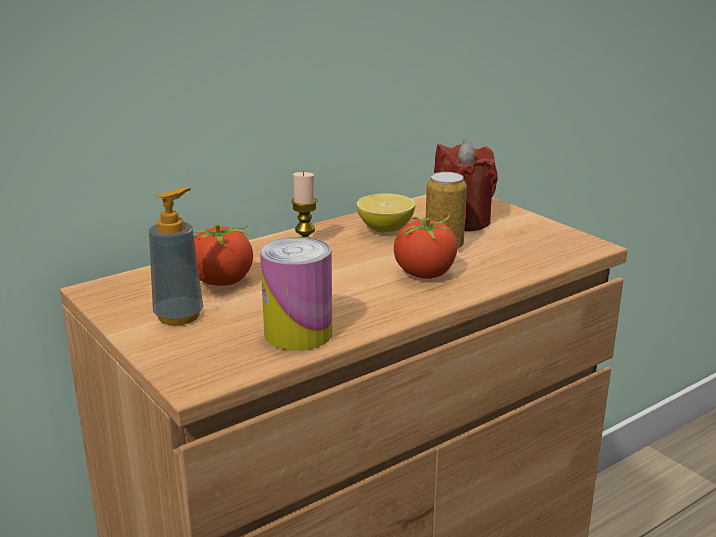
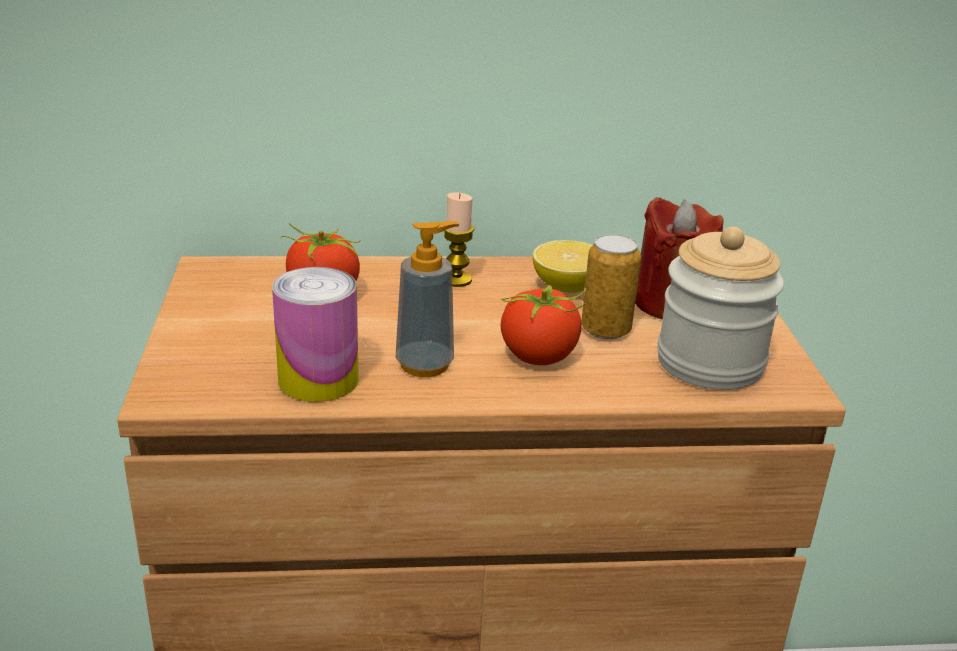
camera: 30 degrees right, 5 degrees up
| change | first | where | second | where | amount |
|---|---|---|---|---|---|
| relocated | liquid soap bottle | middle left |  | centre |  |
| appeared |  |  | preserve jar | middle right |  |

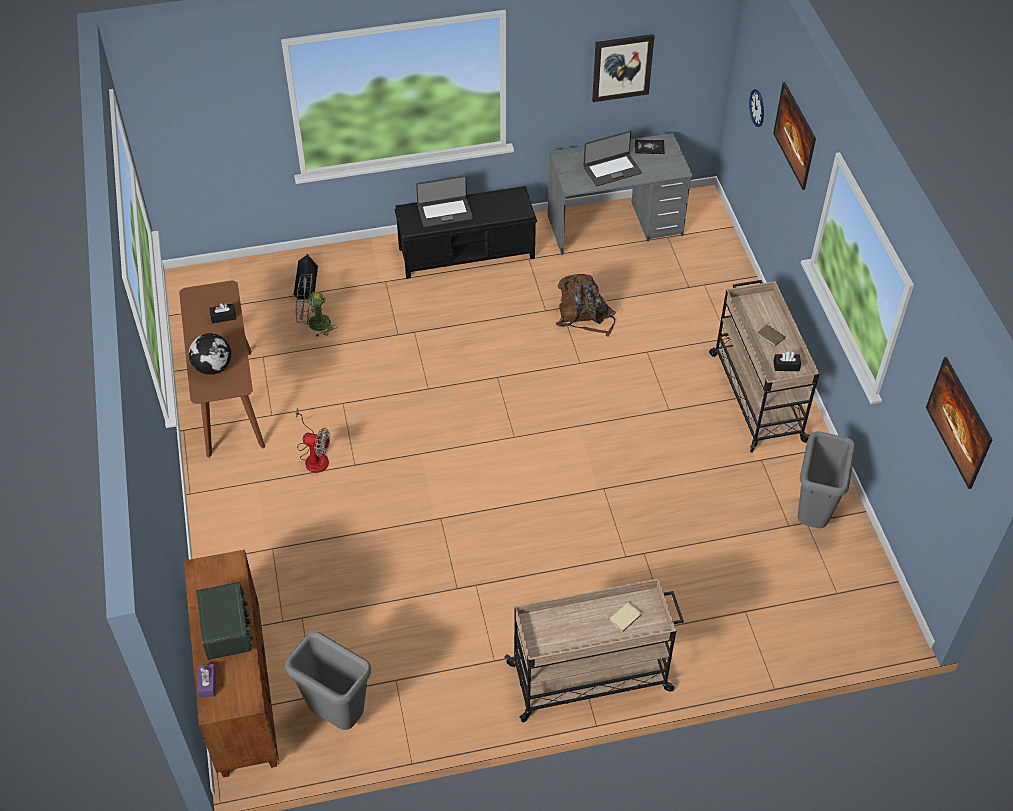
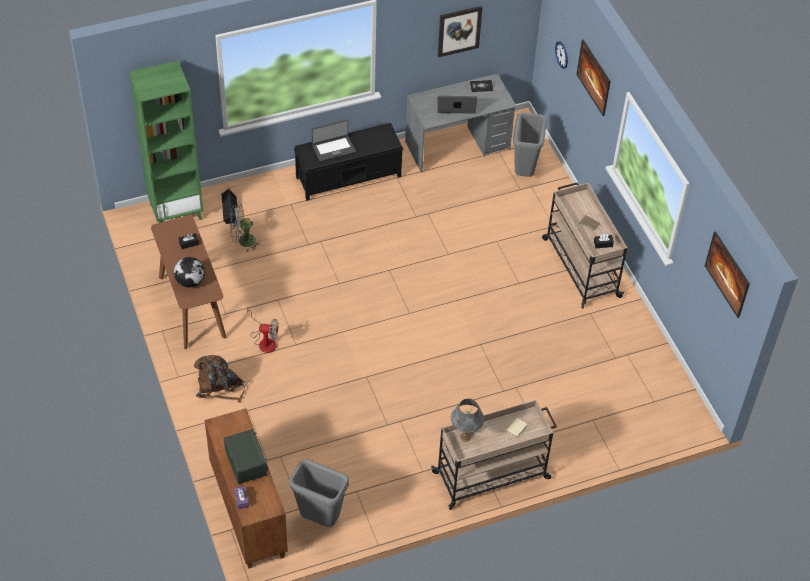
camera: 10 degrees left, 0 degrees up
| change | first | where | second | where | amount |
|---|---|---|---|---|---|
| appeared |  |  | green shelving unit | top left |  |
| relocated | brown backpack | centre |  | middle left |  |
| spun | laptop (no. 2 from left) | top centre |  | top centre | 150 degrees counterclockwise |
| appeared |  |  | gray tabletop lamp | bottom centre |  |
| relocated | gray rubbish bin (no. 2 from left) | middle right |  | top centre |  |

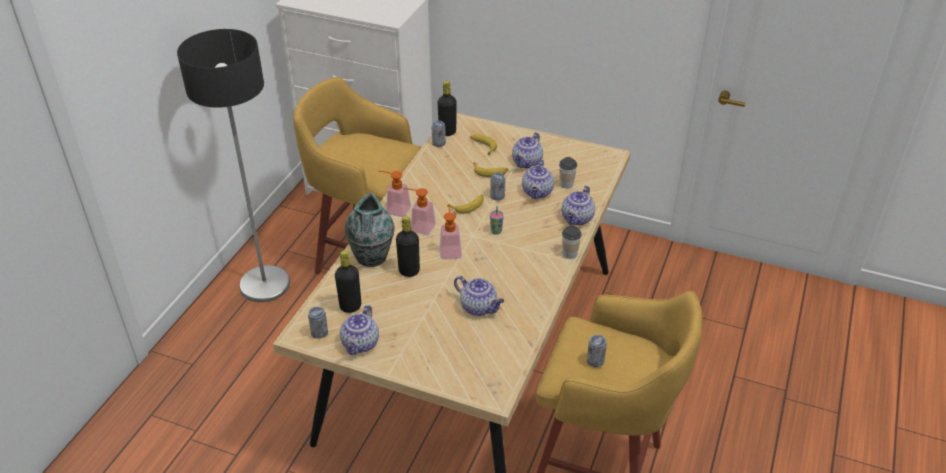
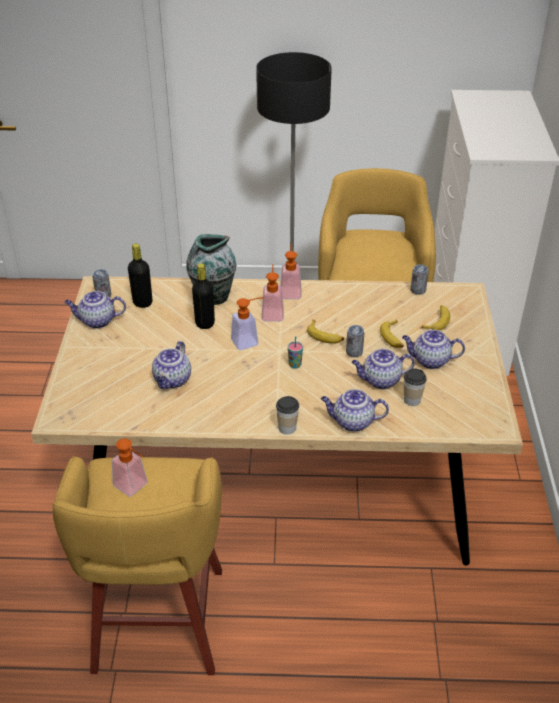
camera: 70 degrees right, 0 degrees up
| change | first | where | second | where | amount |
|---|---|---|---|---|---|
| exchanged | sealed can (no. 4 from left) | bottom centre | liquid soap bottle (no. 1 from left) | middle left |  |
| missing | black-coloured bottle (no. 3 from left) | top centre |  |  |  |

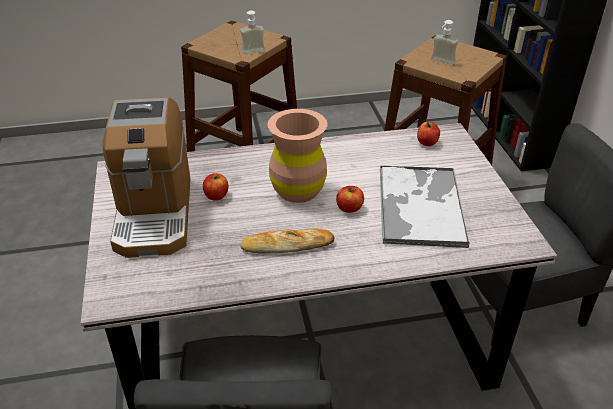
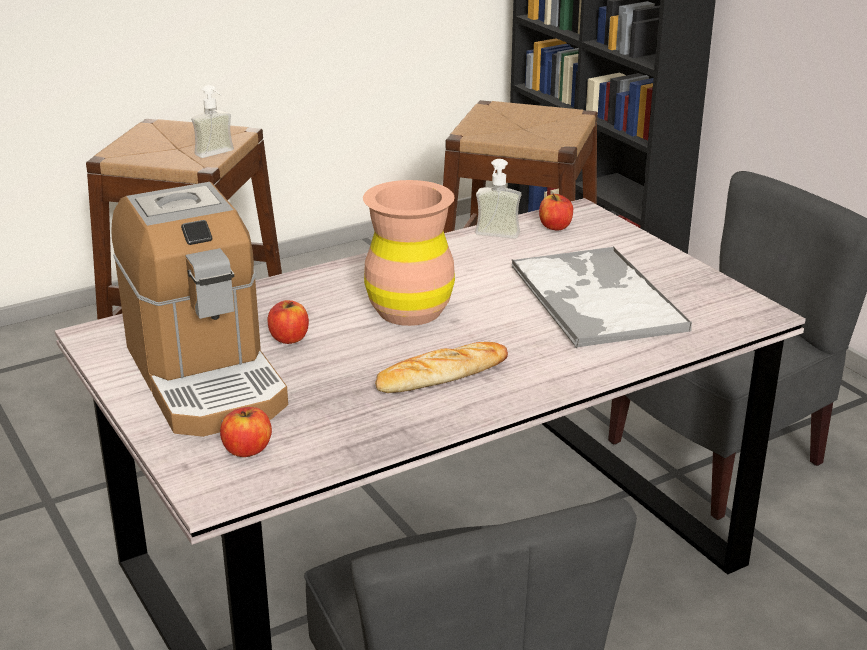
camera: 20 degrees left, 10 degrees down
| change | first | where | second | where | amount |
|---|---|---|---|---|---|
| relocated | apple (no. 2 from left in the first image) | centre | apple (no. 1 from left) | middle left |  |
| relocated | liquid soap bottle (no. 2 from left) | top right |  | top centre |  |

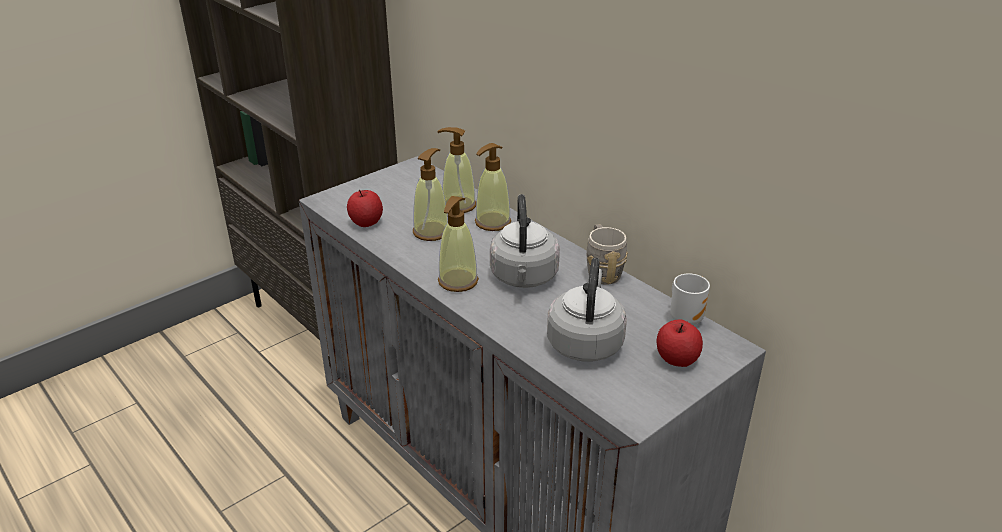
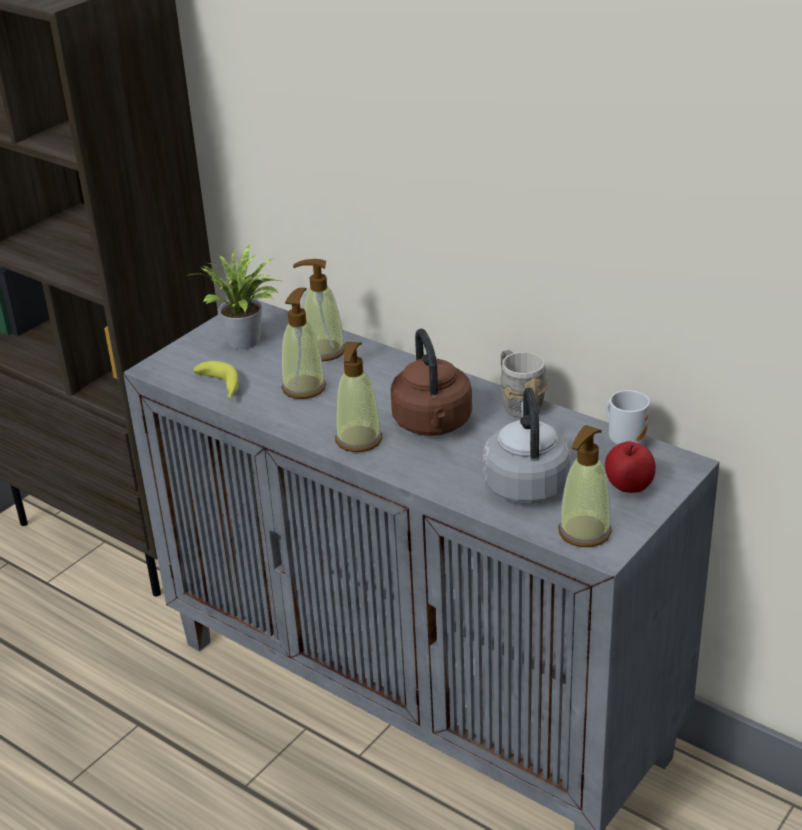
camera: 10 degrees left, 0 degrees up
| change | first | where | second | where | amount |
|---|---|---|---|---|---|
| appeared |  |  | potted plant | middle left |  |
| exchanged | apple (no. 1 from left) | centre | whole banana | middle left |  |
| colour | gray tea kettle (no. 1 from left) | centre | brown tea kettle | centre |  |
| relocated | liquid soap bottle (no. 4 from left) | centre |  | middle right |  |

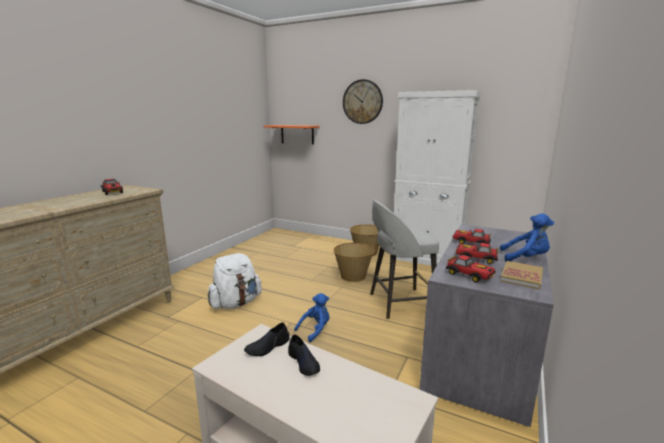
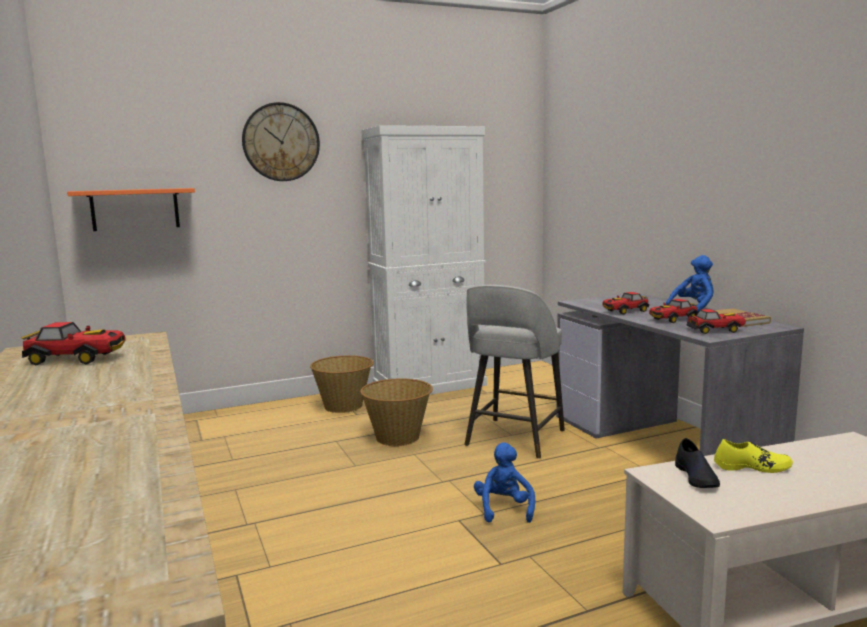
camera: 50 degrees left, 5 degrees down
| change | first | where | second | where | amount |
|---|---|---|---|---|---|
| colour | black-coloured low shoe (no. 2 from left) | bottom centre | yellowish low shoe | bottom right |  |
| missing | white-coloured backpack | centre |  |  |  |

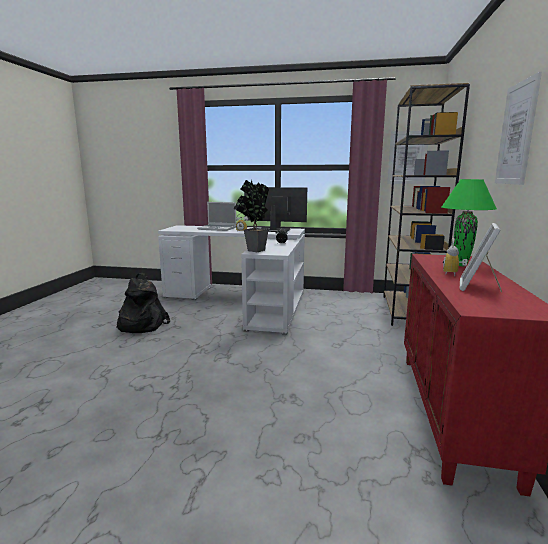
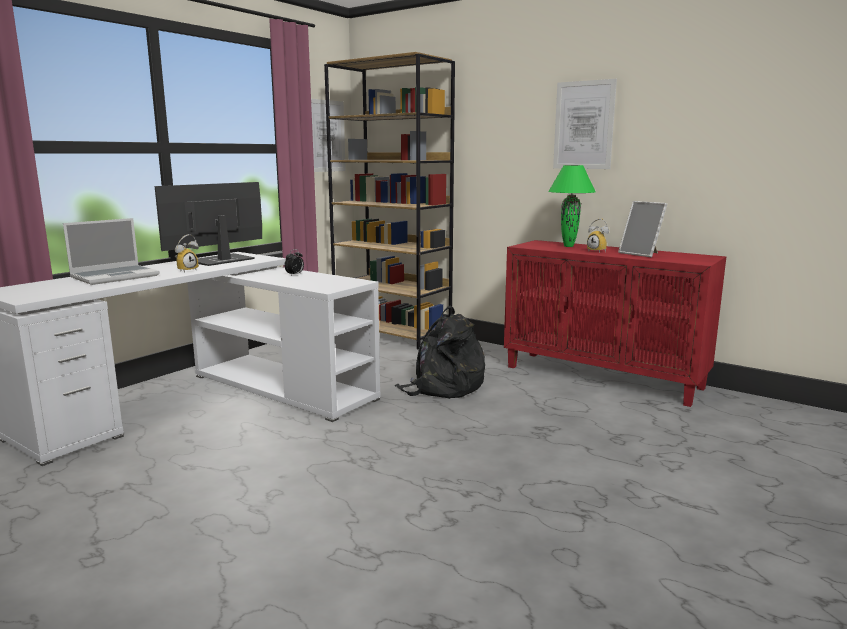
camera: 65 degrees left, 0 degrees up
| change | first | where | second | where | amount |
|---|---|---|---|---|---|
| relocated | black-coloured backpack | middle left |  | centre |  |
| missing | potted plant | centre |  |  |  |

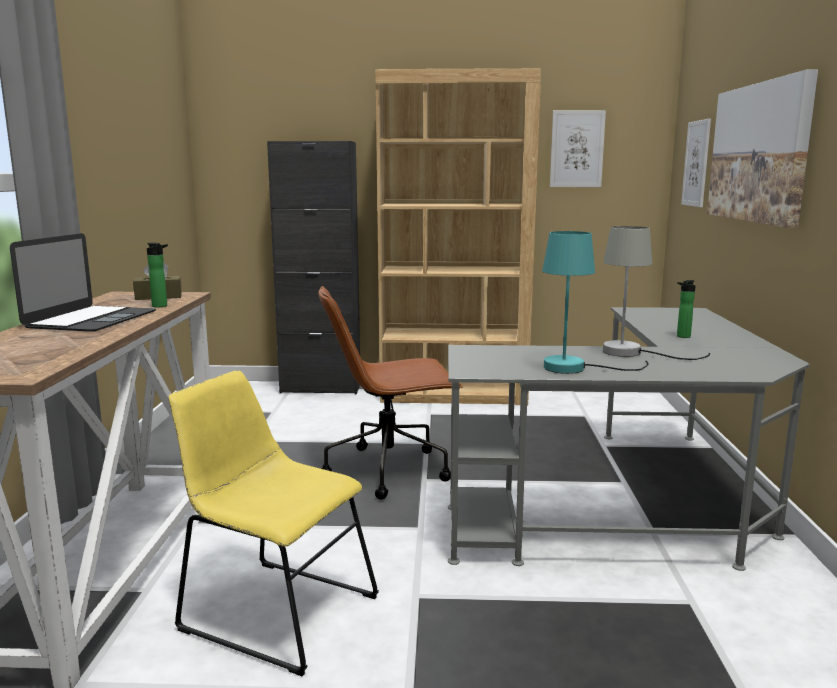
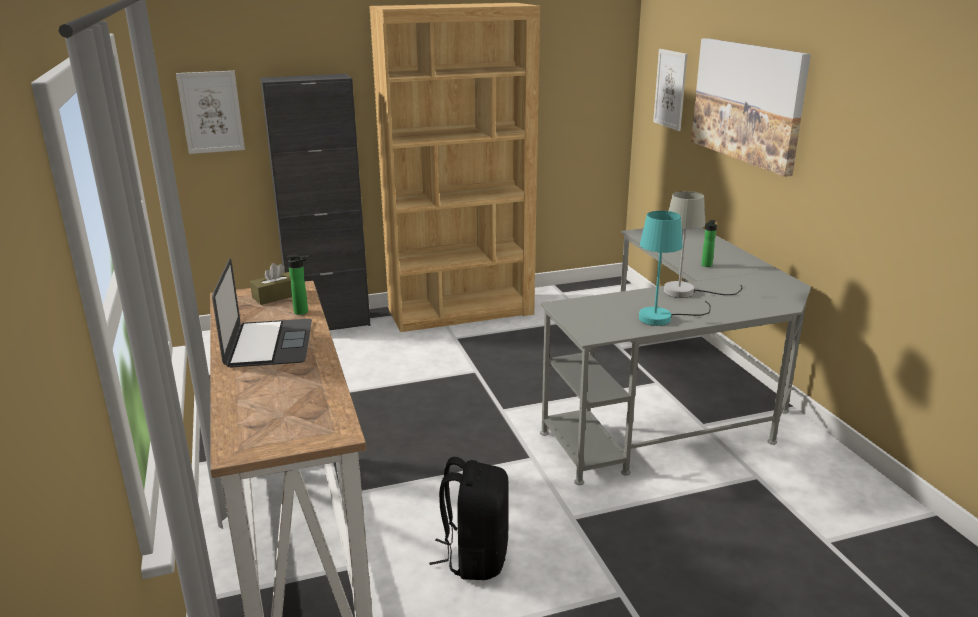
camera: 20 degrees left, 10 degrees up
| change | first | where | second | where | amount |
|---|---|---|---|---|---|
| relocated | picture (no. 1 from left) | top right |  | top left |  |
| exchanged | yellowish chair | bottom left | black-coloured backpack | bottom centre |  |
| missing | brown computer chair | centre |  |  |  |

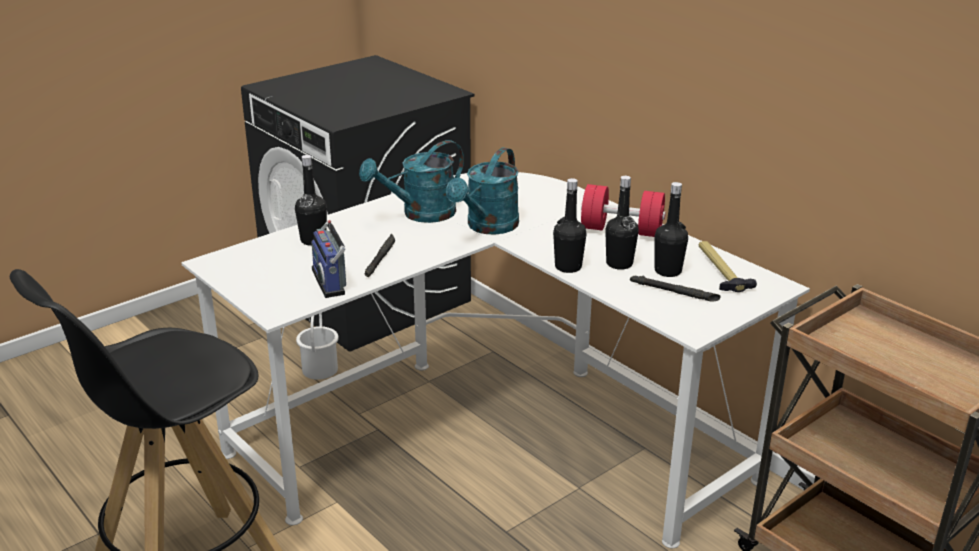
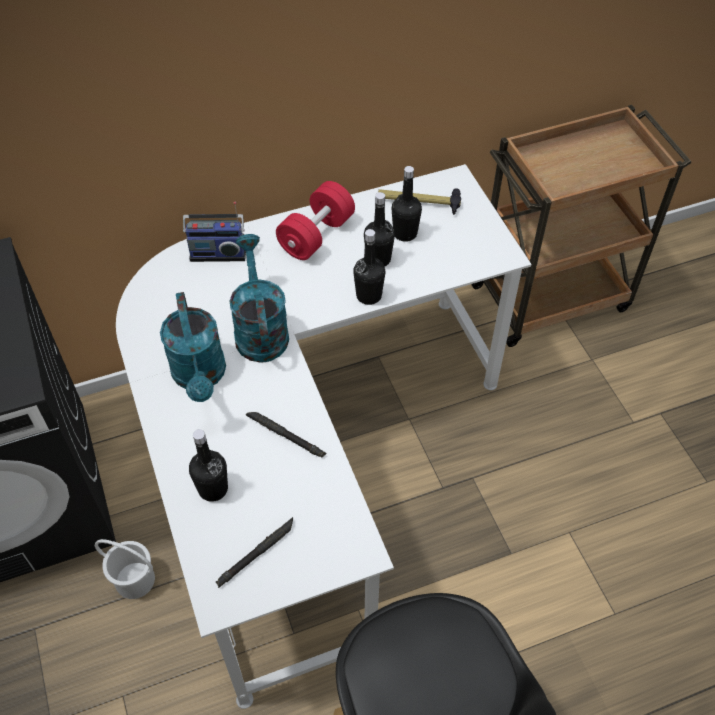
camera: 70 degrees left, 25 degrees up
| change | first | where | second | where | amount |
|---|---|---|---|---|---|
| relocated | radio set | centre |  | top left |  |
| relocated | black-coloured hand torch (no. 2 from left in the first image) | middle right | black-coloured hand torch (no. 1 from left) | bottom centre |  |
| spun | blue-green watering can (no. 2 from left) | centre |  | centre | 150 degrees counterclockwise |

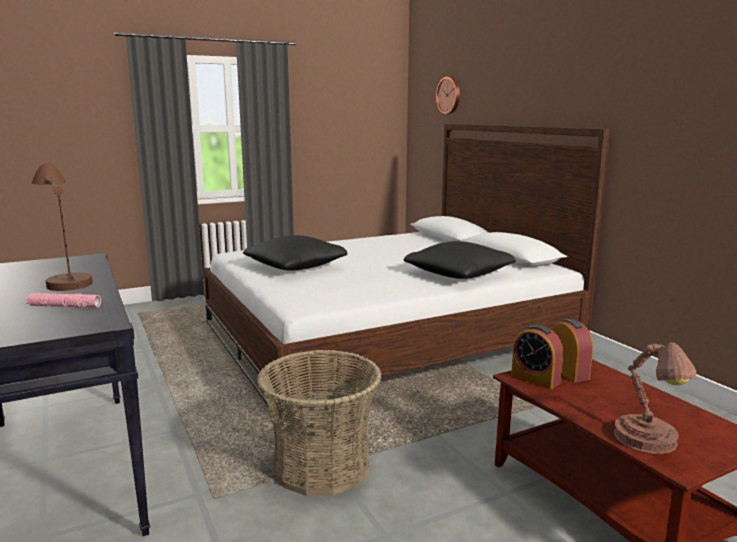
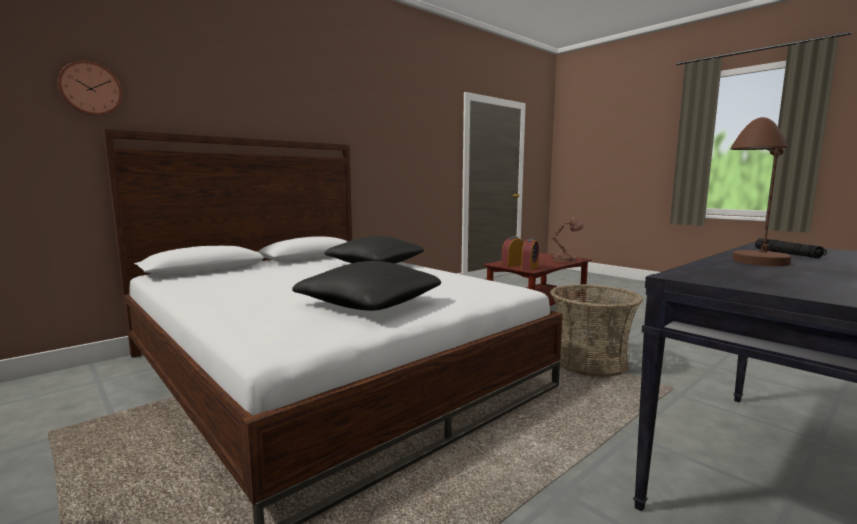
camera: 105 degrees left, 5 degrees down
| change | first | where | second | where | amount |
|---|---|---|---|---|---|
| colour | pinkish hand torch | middle left | black-coloured hand torch | middle right |  |

